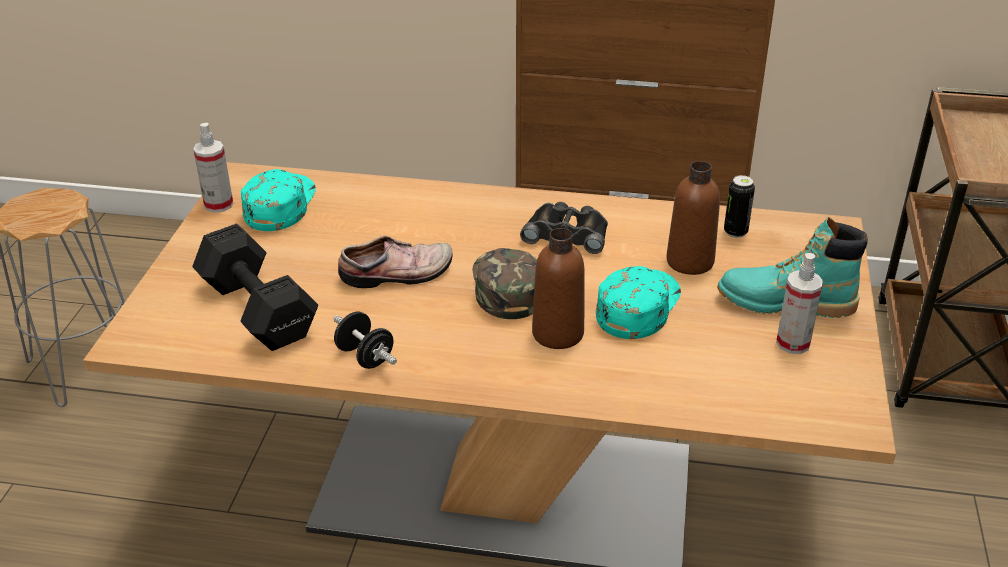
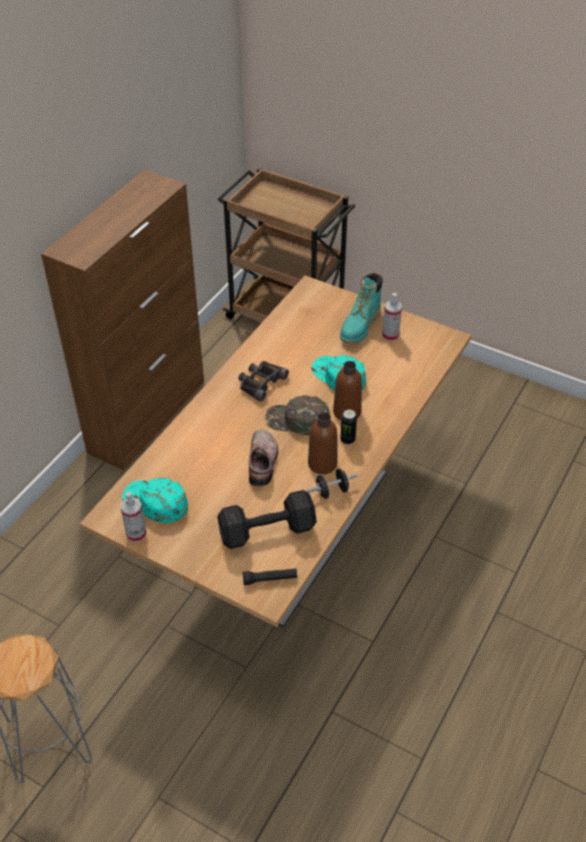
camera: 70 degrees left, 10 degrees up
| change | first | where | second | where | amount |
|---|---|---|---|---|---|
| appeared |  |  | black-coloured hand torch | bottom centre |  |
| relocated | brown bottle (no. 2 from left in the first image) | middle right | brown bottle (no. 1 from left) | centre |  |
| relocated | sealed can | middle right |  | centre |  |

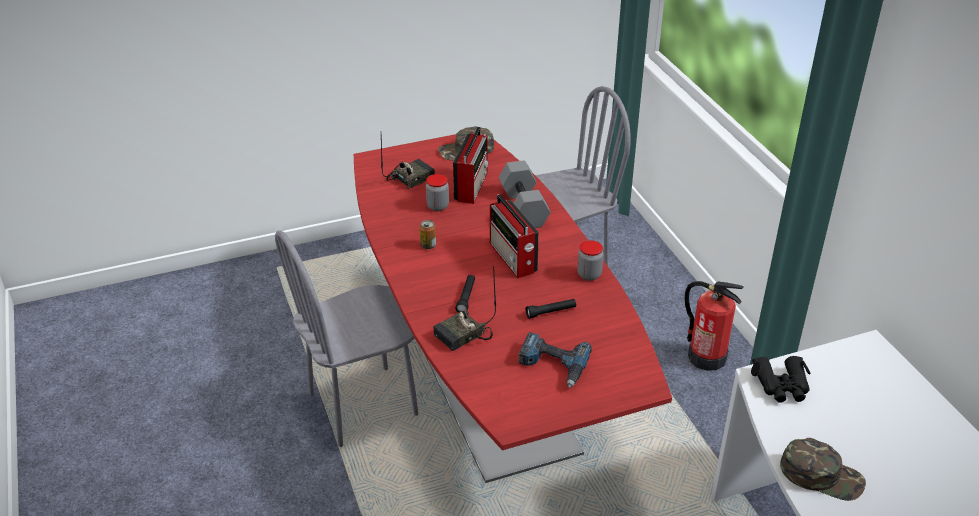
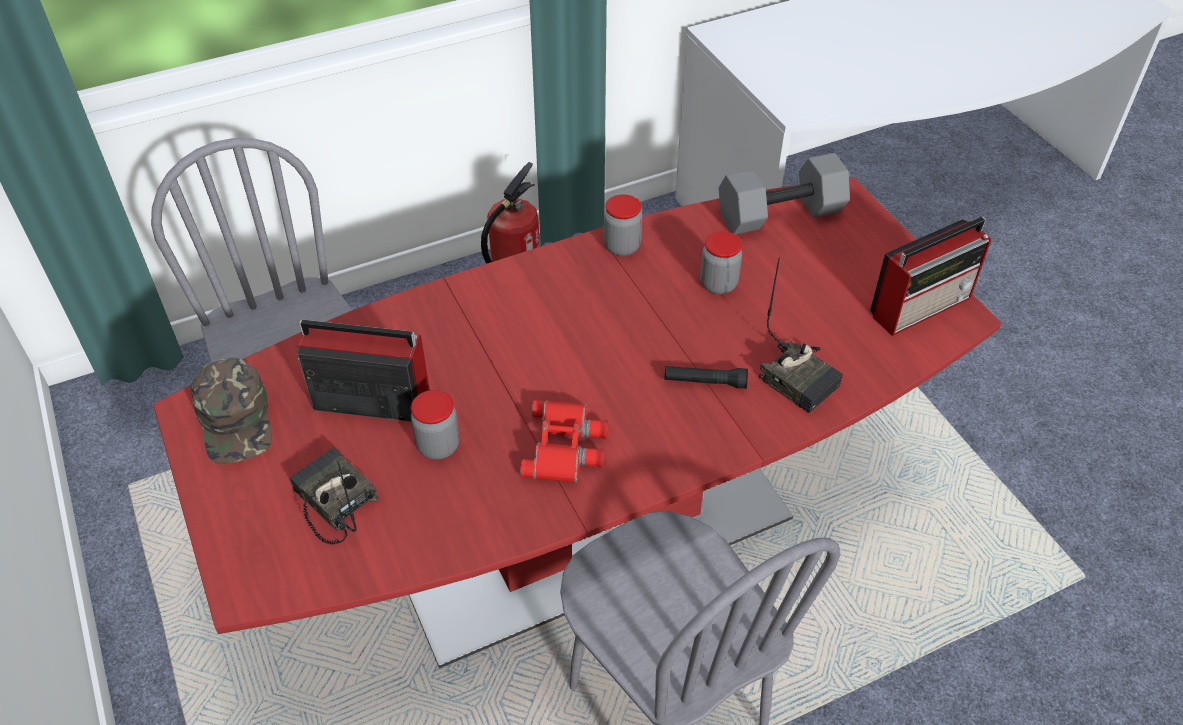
camera: 95 degrees left, 10 degrees up
| change | first | where | second | where | amount |
|---|---|---|---|---|---|
| exchanged | sealed can | centre | red field glasses | centre |  |
| exchanged | black-coloured hand torch (no. 2 from left) | centre | preserve jar (no. 3 from left) | centre |  |
| relocated | gray hand weight | centre |  | top centre |  |
| relocated | radio set (no. 4 from left) | centre |  | middle right |  |
| missing | power drill | bottom centre |  |  |  |
| missing | black-coloured field glasses | bottom right |  |  |  |
| missing | green baseball cap (no. 2 from left) | bottom right |  |  |  |

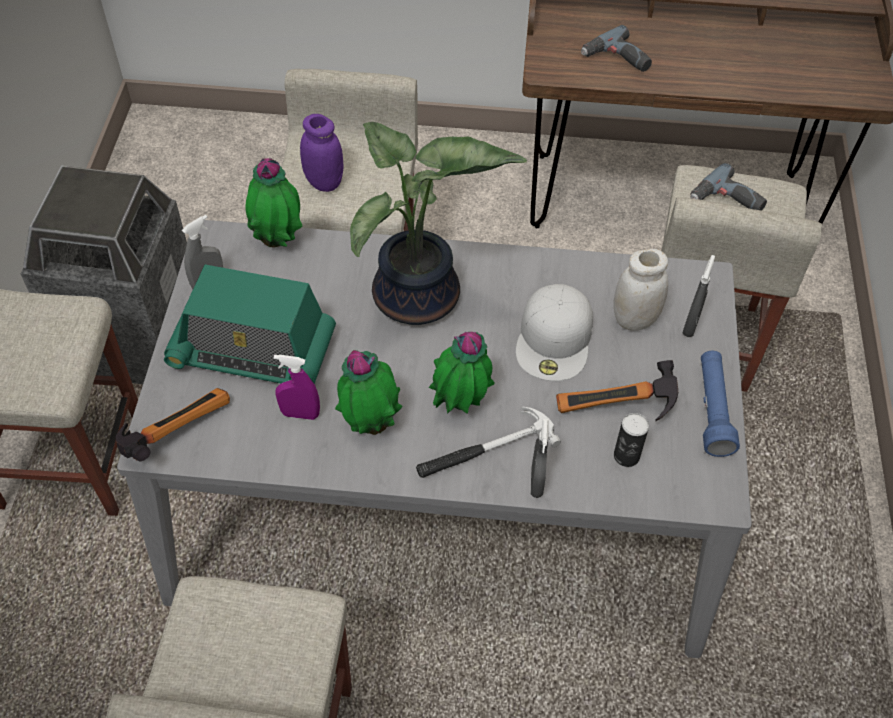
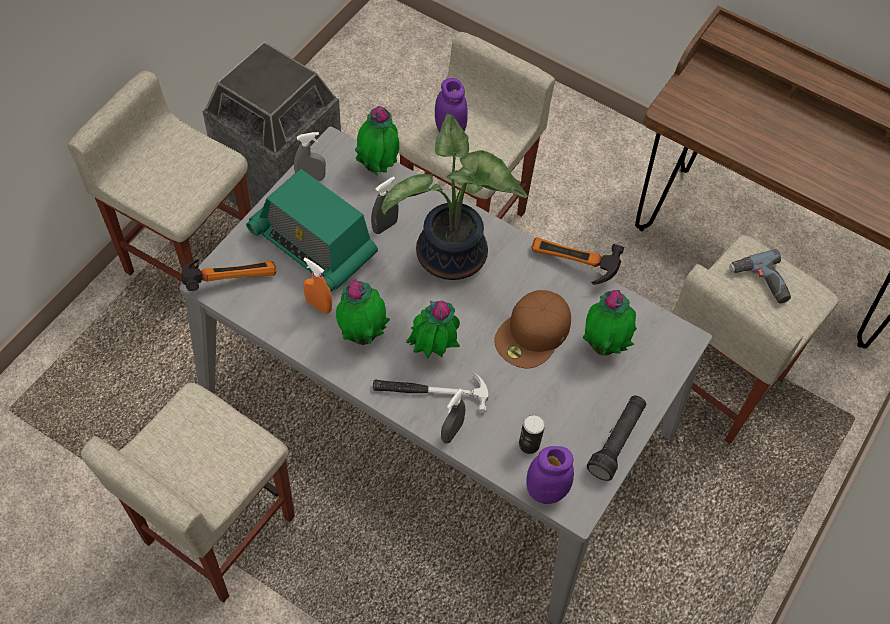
camera: 25 degrees right, 5 degrees up
| change | first | where | second | where | amount |
|---|---|---|---|---|---|
| colour | purple-coloured spray bottle | middle left | orangey spray bottle | centre |  |
| relocated | gray spray bottle (no. 3 from left in the first image) | middle right | gray spray bottle (no. 2 from left) | top centre |  |
| colour | white-coloured baseball cap | centre | brown baseball cap | centre |  |
| appeared |  |  | purple-coloured preserve jar (no. 2 from left) | bottom centre |  |
| relocated | hand hammer (no. 3 from left) | middle right |  | centre |  |
| exchanged | white-coloured preserve jar | middle right | potted plant (no. 5 from left) | middle right |  |
| colour | blue-coloured hand torch | middle right | black-coloured hand torch | bottom right |  |
| missing | power drill (no. 1 from left) | top right |  |  |  |

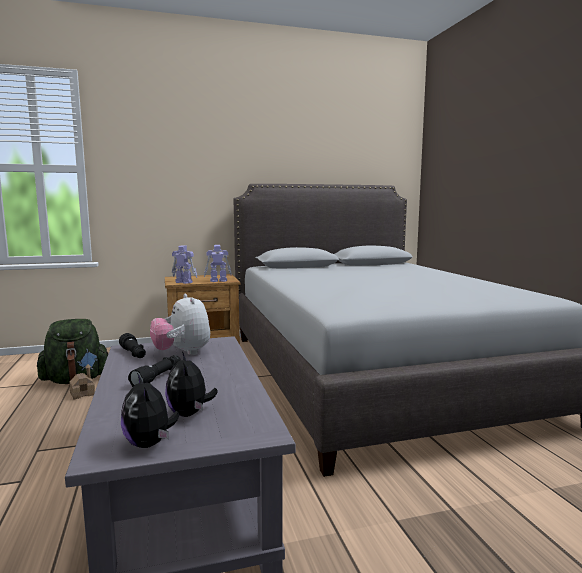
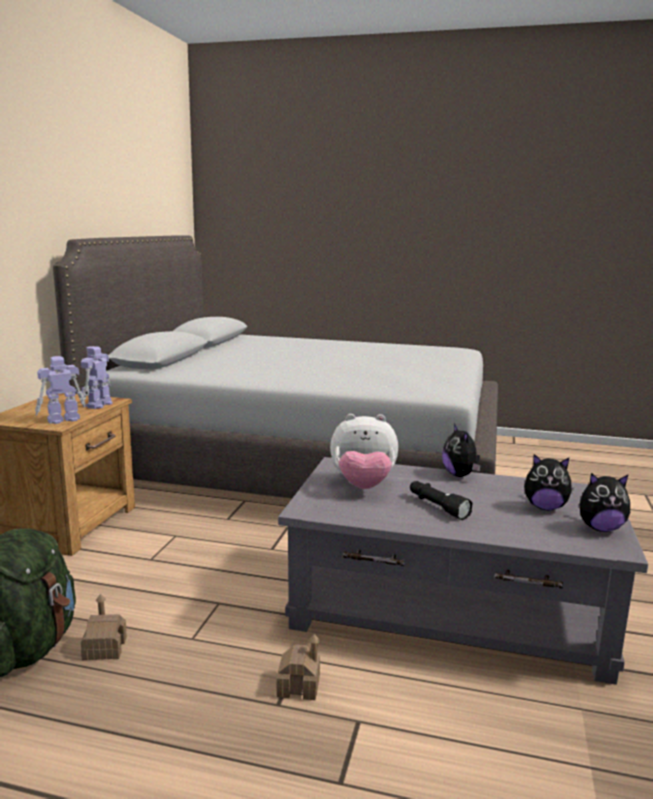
camera: 60 degrees left, 5 degrees up
| change | first | where | second | where | amount |
|---|---|---|---|---|---|
| appeared |  |  | model house (no. 2 from left) | bottom centre |  |
| appeared |  |  | cuddly toy (no. 2 from left) | middle right |  |
| missing | black-coloured hand torch (no. 1 from left) | middle left |  |  |  |

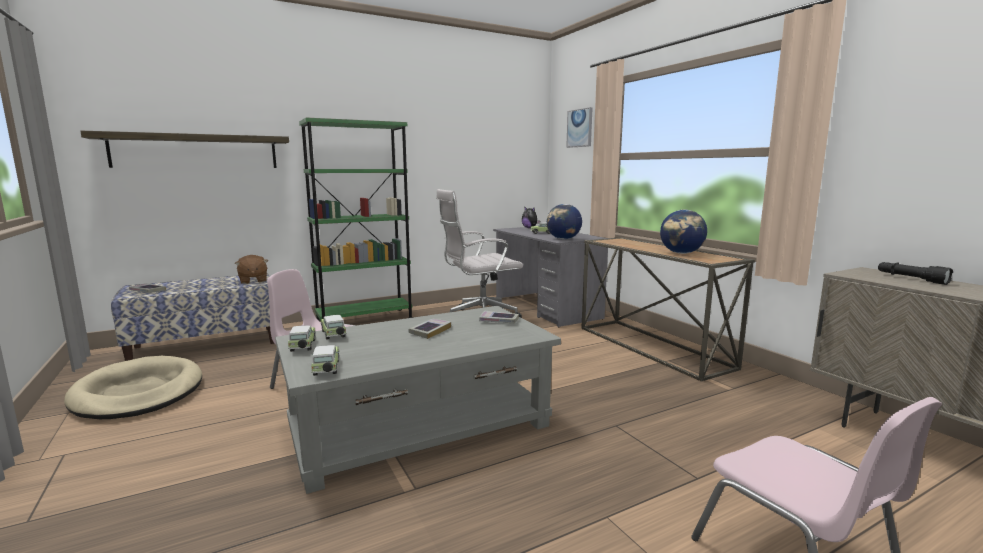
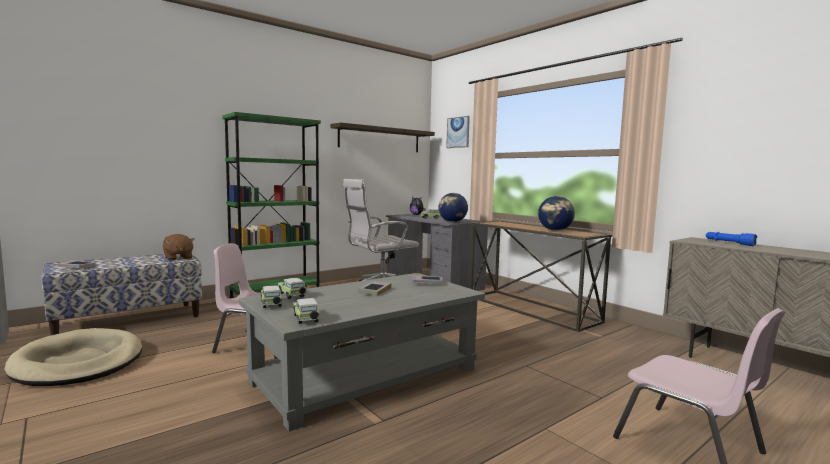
camera: 10 degrees left, 5 degrees down
| change | first | where | second | where | amount |
|---|---|---|---|---|---|
| relocated | wall shelf | top left |  | top centre |  |
| colour | black-coloured hand torch | middle right | blue-coloured hand torch | middle right |  |

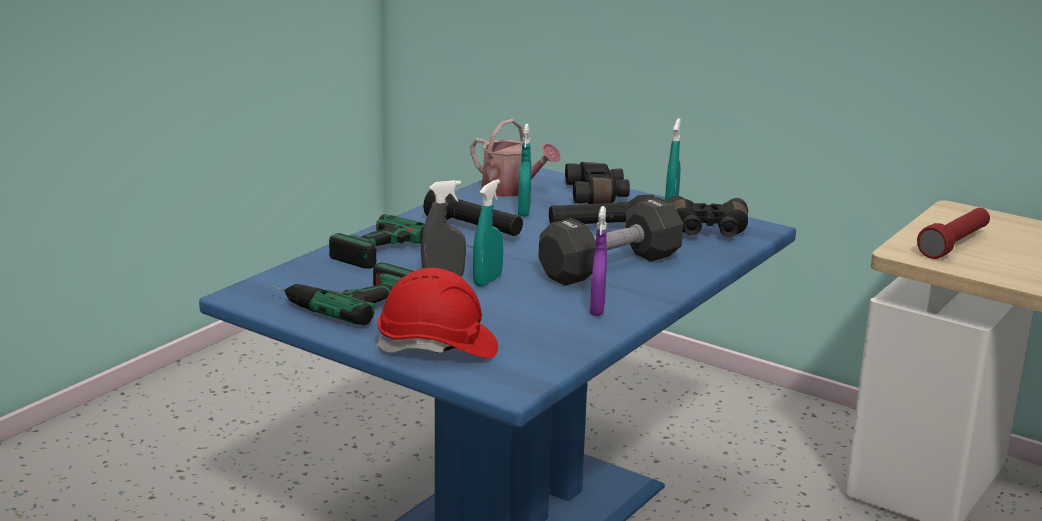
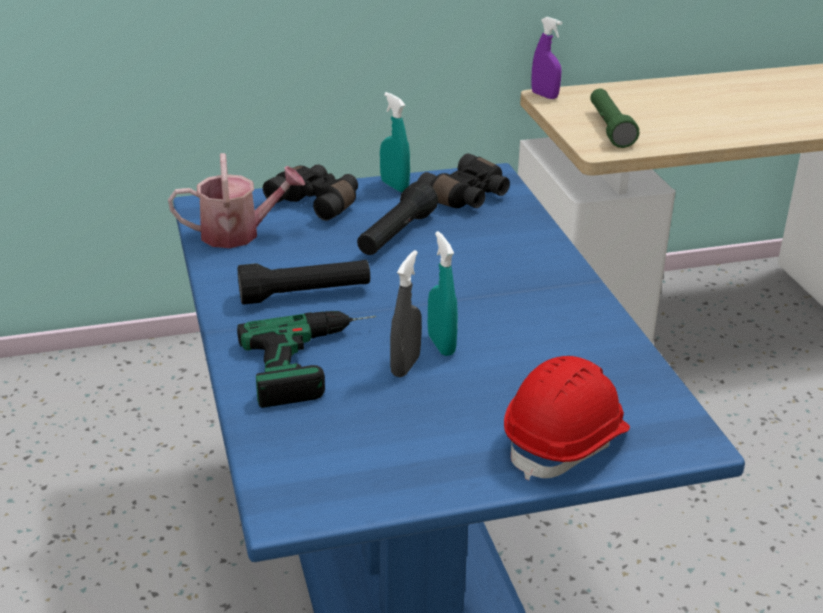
camera: 50 degrees left, 10 degrees up
| change | first | where | second | where | amount |
|---|---|---|---|---|---|
| relocated | purple-coloured spray bottle | centre |  | top centre |  |
| colour | red hand torch | middle right | green hand torch | top right |  |
| missing | power drill (no. 1 from left) | middle left |  |  |  |
| missing | blue-green spray bottle (no. 2 from left) | top centre |  |  |  |
| missing | black-coloured hand weight | centre |  |  |  |

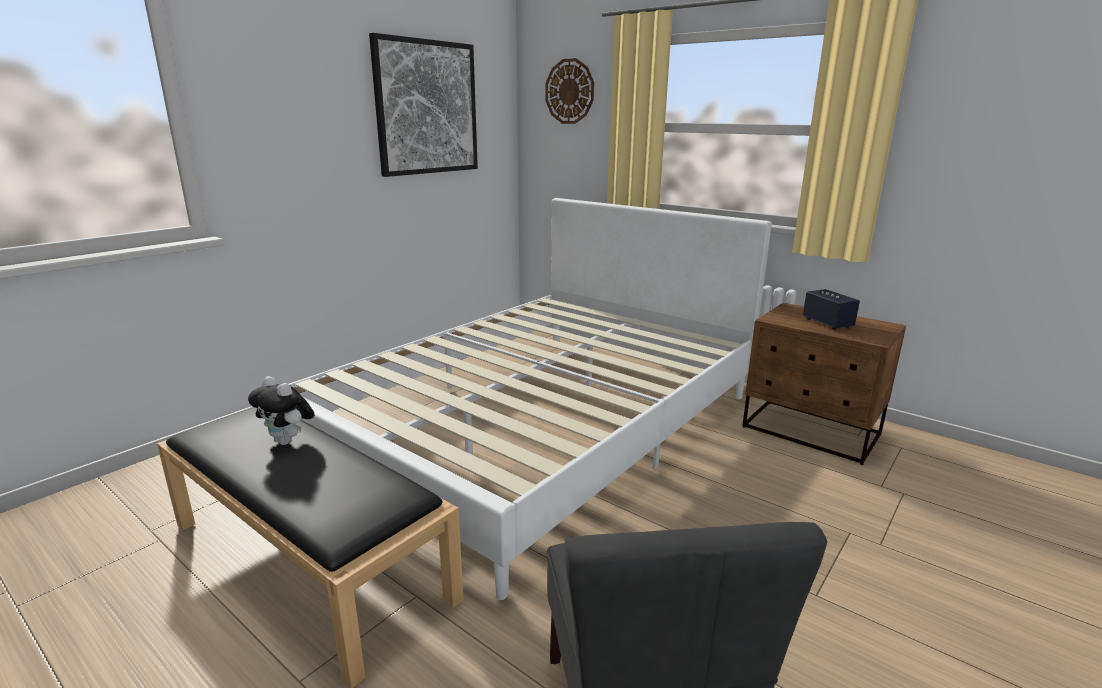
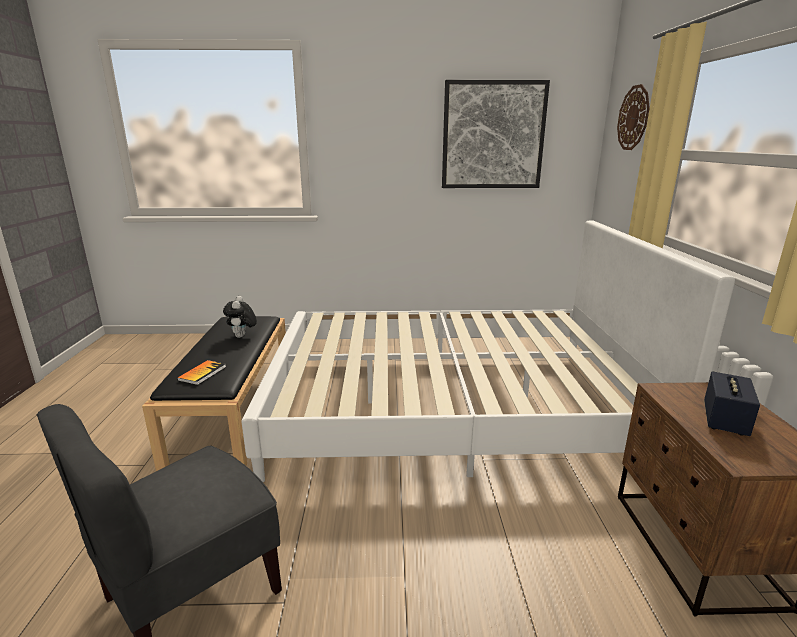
camera: 50 degrees right, 0 degrees up
| change | first | where | second | where | amount |
|---|---|---|---|---|---|
| appeared |  |  | book | middle left |  |

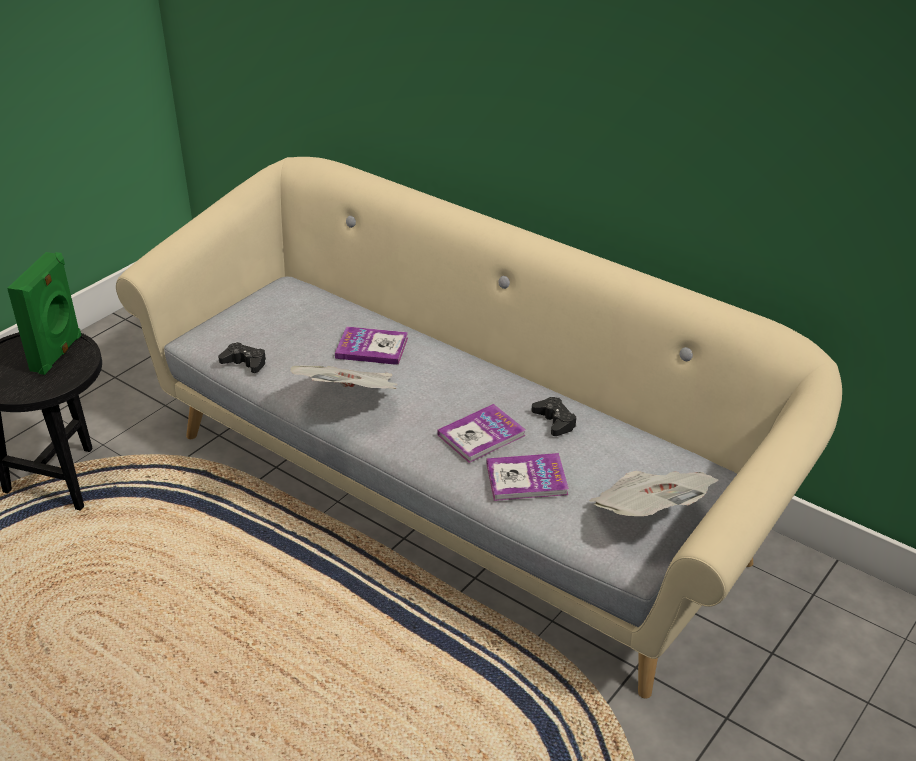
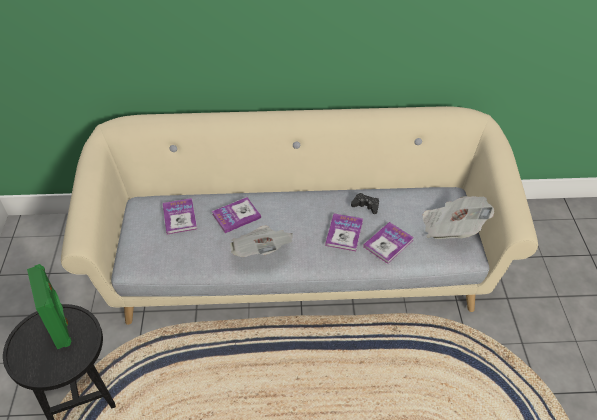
camera: 40 degrees left, 10 degrees up
| change | first | where | second | where | amount |
|---|---|---|---|---|---|
| appeared |  |  | book (no. 1 from left) | middle left |  |
| missing | black-coloured gamepad (no. 1 from left) | middle left |  |  |  |

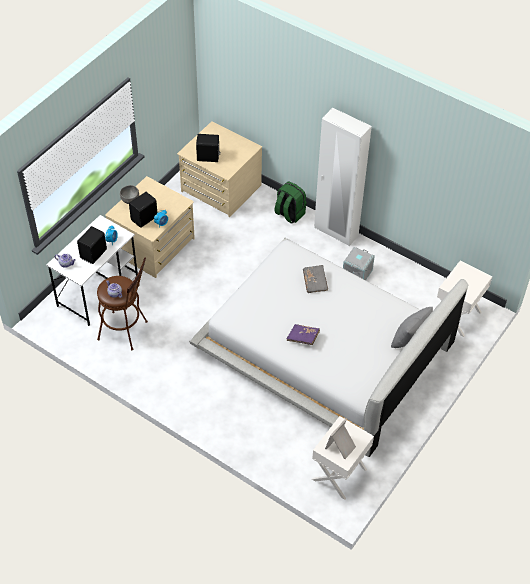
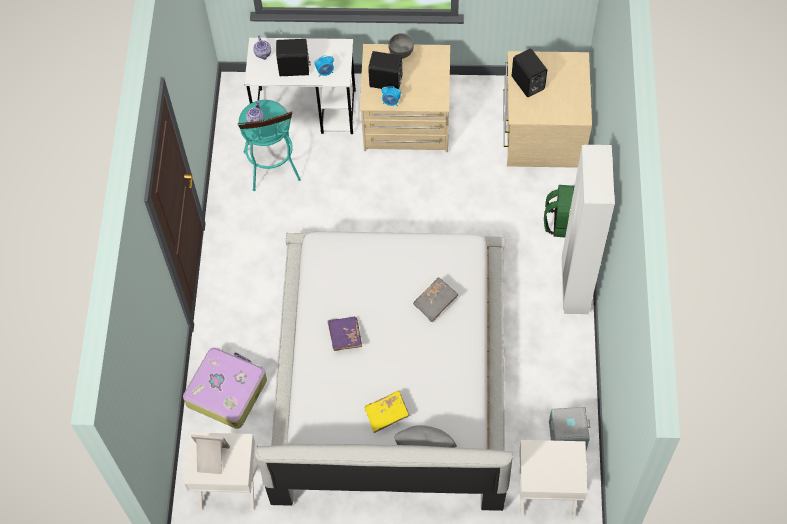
camera: 60 degrees right, 10 degrees up
| change | first | where | second | where | amount |
|---|---|---|---|---|---|
| appeared |  |  | suitcase | bottom left |  |
| colour | brown stool | middle left | blue-green stool | top centre |  |
| appeared |  |  | yellowish book | bottom centre |  |
| relocated | gray storage container | middle right |  | bottom right |  |

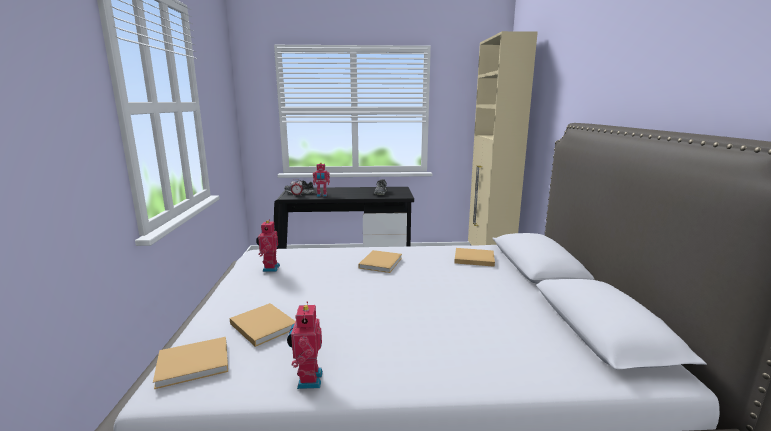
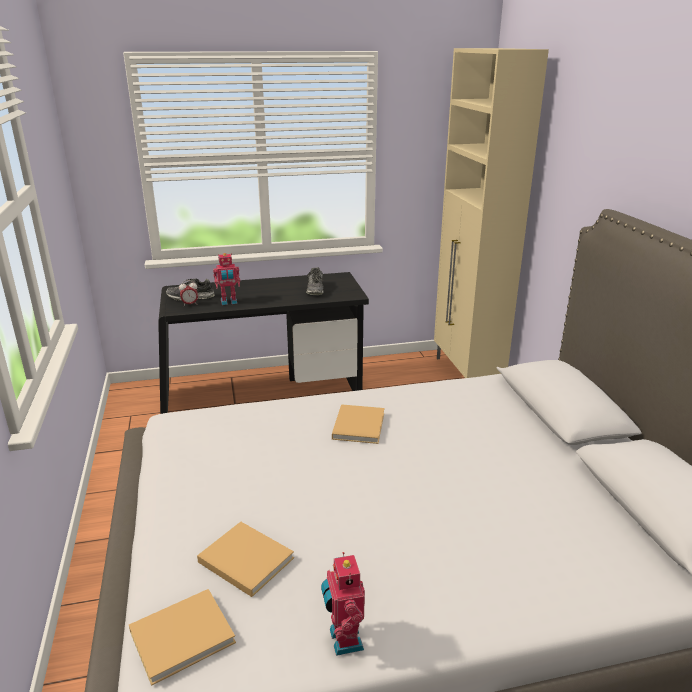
camera: 10 degrees left, 10 degrees up
| change | first | where | second | where | amount |
|---|---|---|---|---|---|
| missing | robot figure (no. 1 from left) | centre |  |  |  |
| missing | beige-coloured book (no. 4 from left) | centre |  |  |  |

